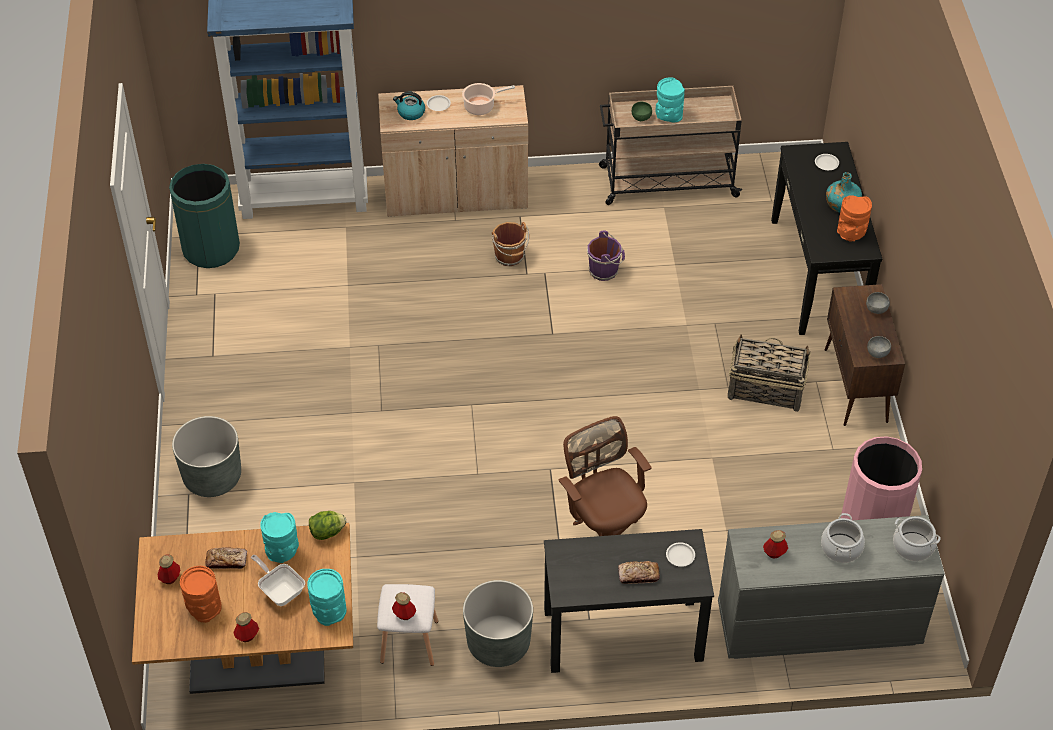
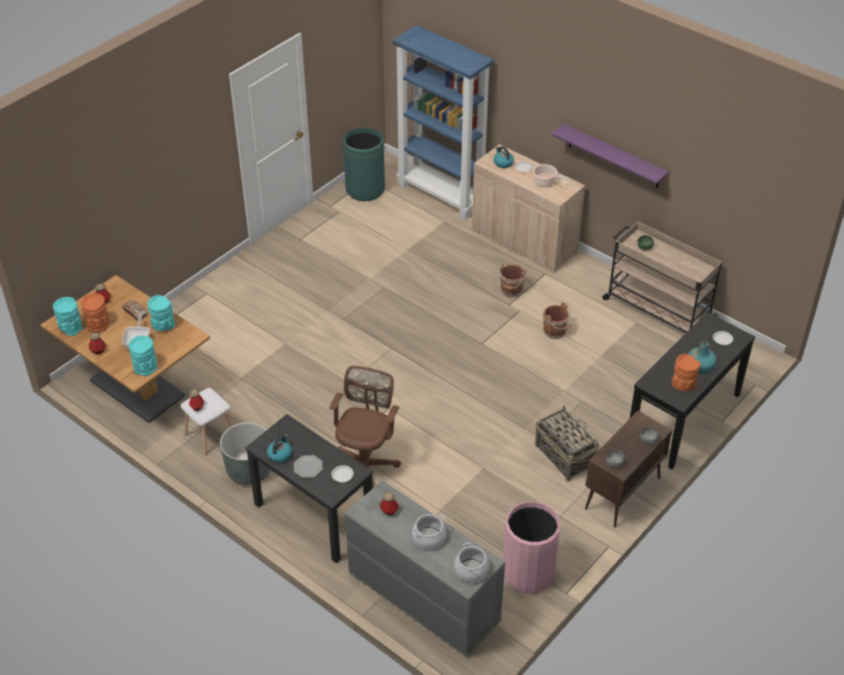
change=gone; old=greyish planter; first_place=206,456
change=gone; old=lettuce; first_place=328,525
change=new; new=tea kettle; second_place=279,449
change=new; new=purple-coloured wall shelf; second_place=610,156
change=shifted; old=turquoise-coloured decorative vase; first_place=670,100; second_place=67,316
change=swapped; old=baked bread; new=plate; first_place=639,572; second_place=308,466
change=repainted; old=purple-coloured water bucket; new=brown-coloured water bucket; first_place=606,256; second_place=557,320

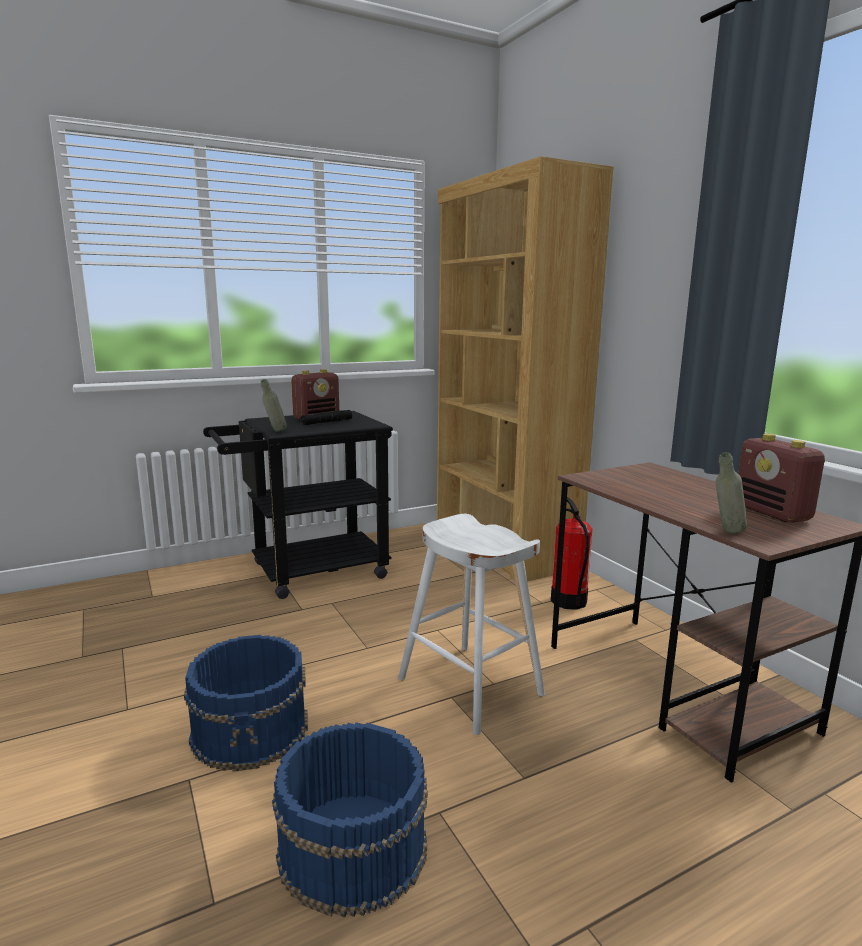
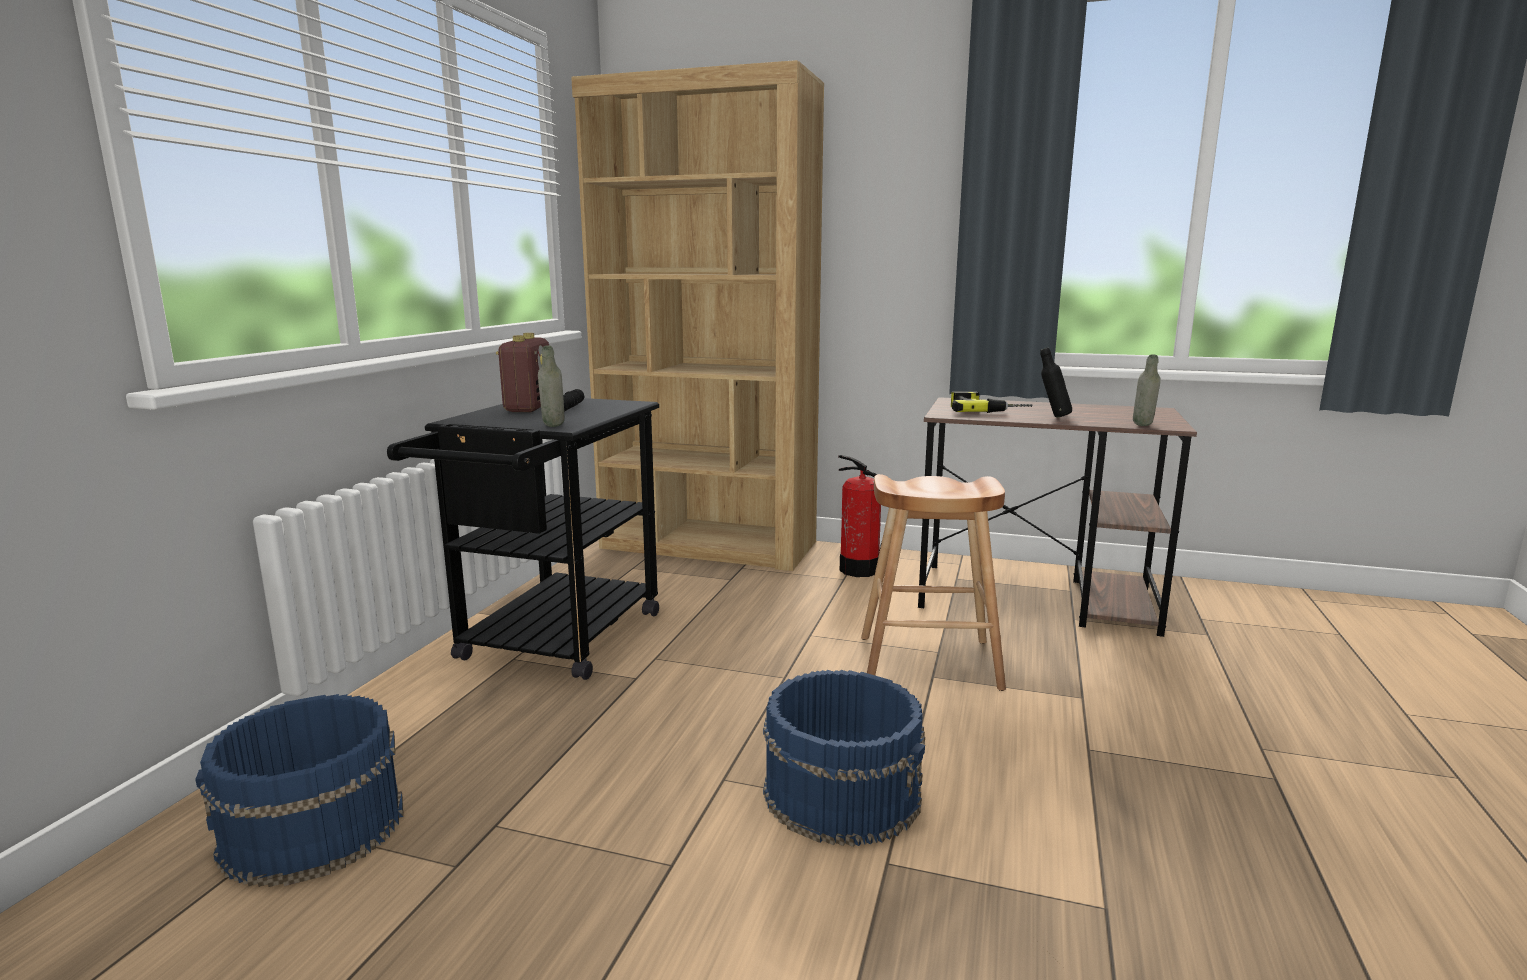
change=gone; old=radio set; first_place=781,478
change=new; new=power drill; second_place=992,402
change=new; new=black drink bottle; second_place=1056,382
change=shifted; old=blue-coloured water bucket; first_place=350,820; second_place=299,790
change=repainted; old=whitish stool; new=brown-coloured stool; first_place=471,624; second_place=933,582

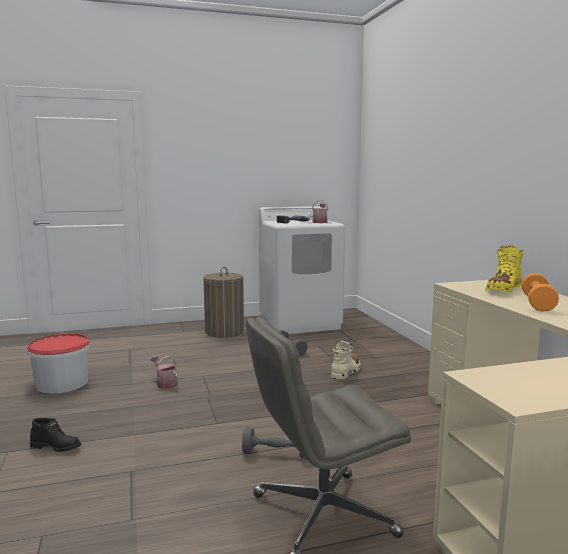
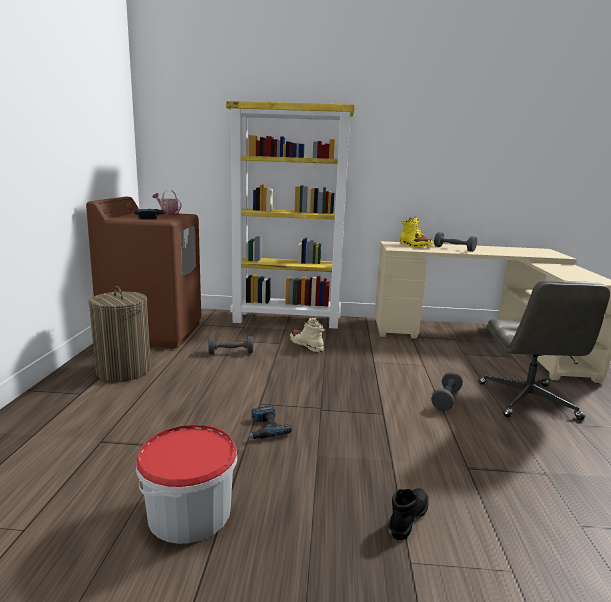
change=new; new=yellowish shelving unit; second_place=290,215
change=swapped; old=watering pot; new=power drill; first_place=164,372; second_place=269,422
change=repainted; old=whitish laundry machine; new=brown-coloured laundry machine; first_place=302,270; second_place=143,273
change=repainted; old=orange hand weight; new=greyish hand weight; first_place=540,292; second_place=455,242

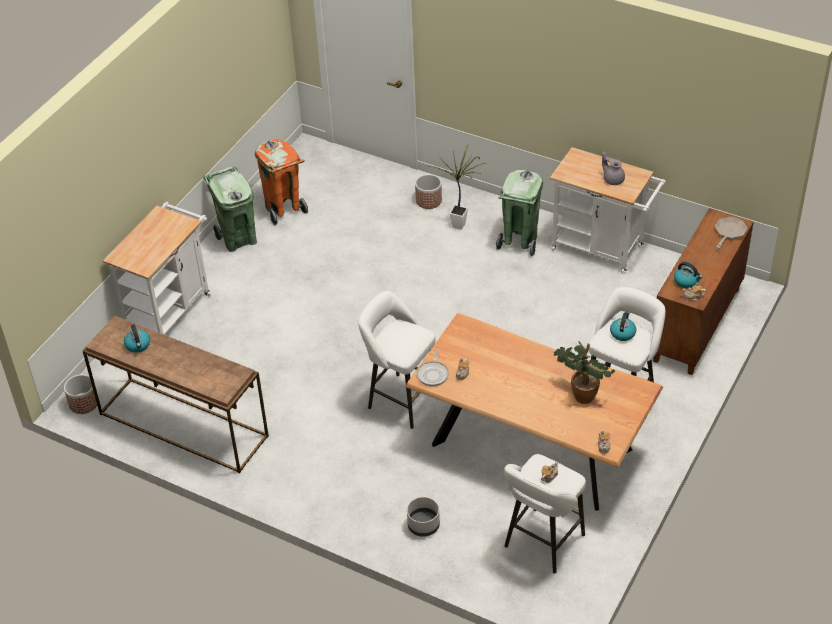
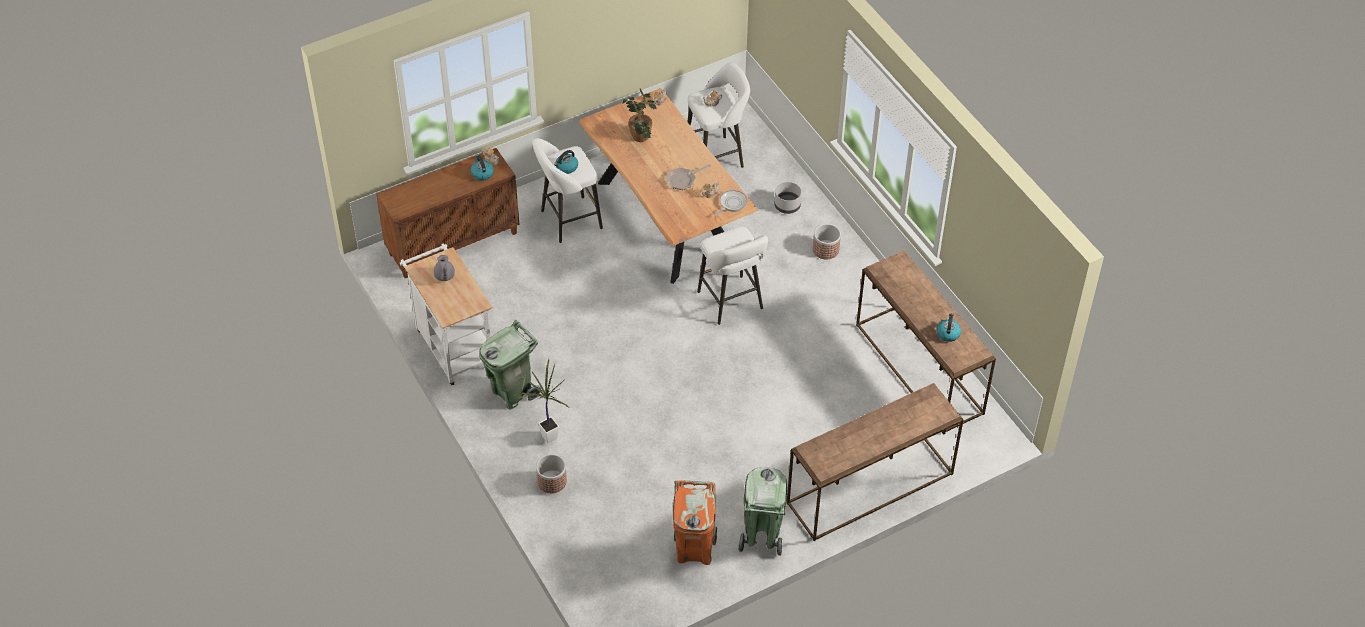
change=shifted; old=planter; first_place=80,394; second_place=827,242
change=shifted; old=frying pan; first_place=731,232; second_place=689,177
change=swapped; old=whitish wheeled cart; new=brown-coloured console table; first_place=157,268; second_place=875,462

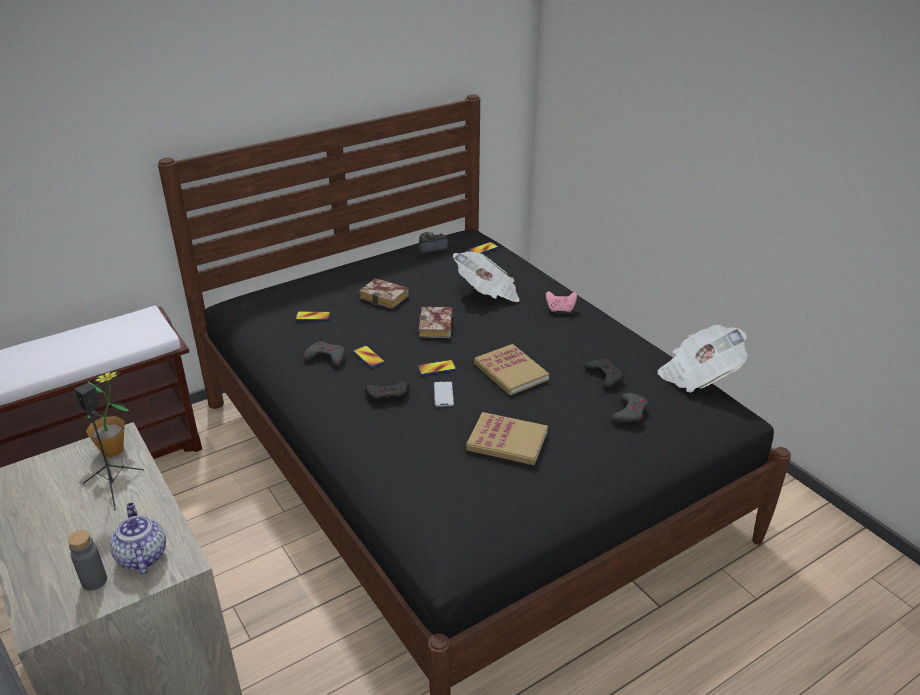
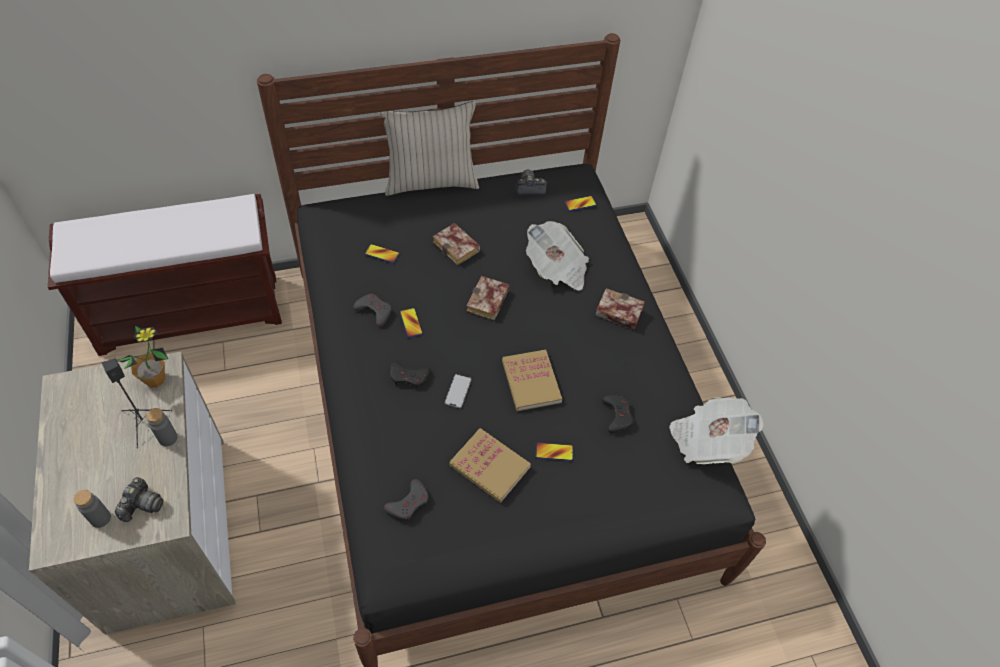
change=new; new=greyish drink bottle; second_place=162,427
change=new; new=beige-coloured pillow; second_place=428,148
change=shifted; old=phone; first_place=436,367; second_place=554,451
change=shifted; old=greyish gamepad; first_place=629,408; second_place=406,499
change=swapped; old=pot for tea; new=still camera; first_place=138,539; second_place=139,499
change=swapped; old=pinkish gamepad; new=book; first_place=561,302; second_place=620,308

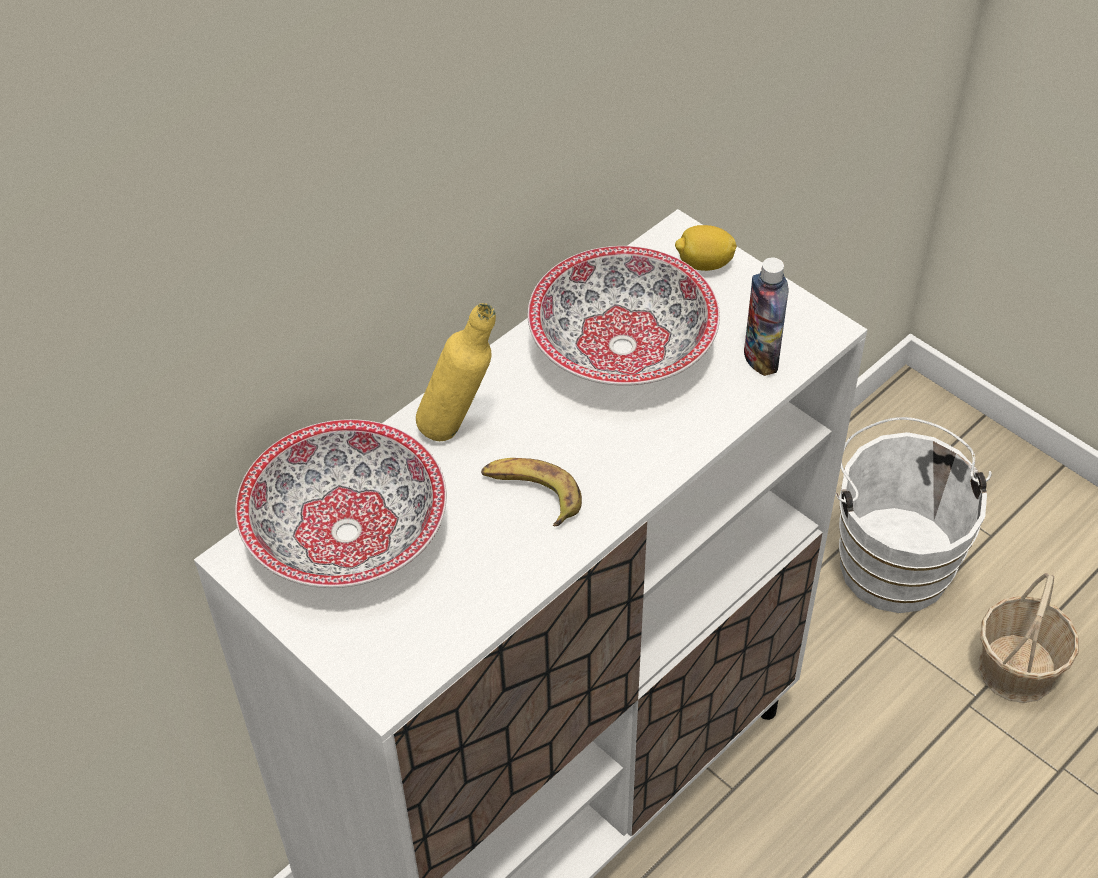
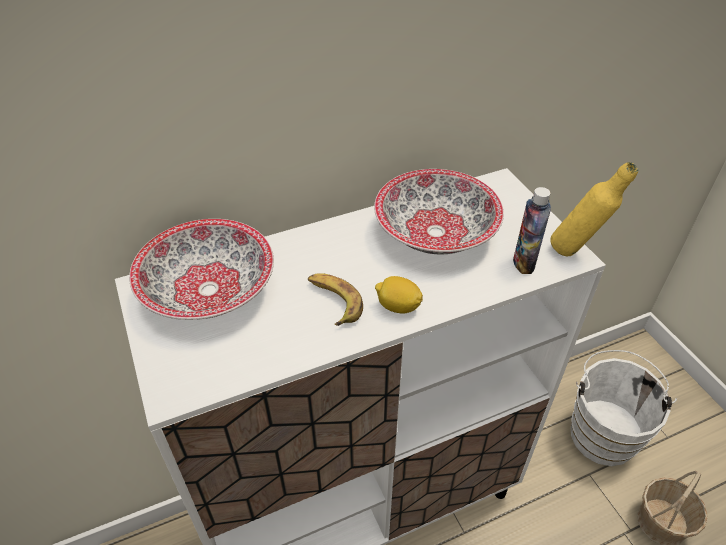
change=shifted; old=yellowish drink bottle; first_place=456,372; second_place=594,209
change=shifted; old=lemon; first_place=706,248; second_place=399,294

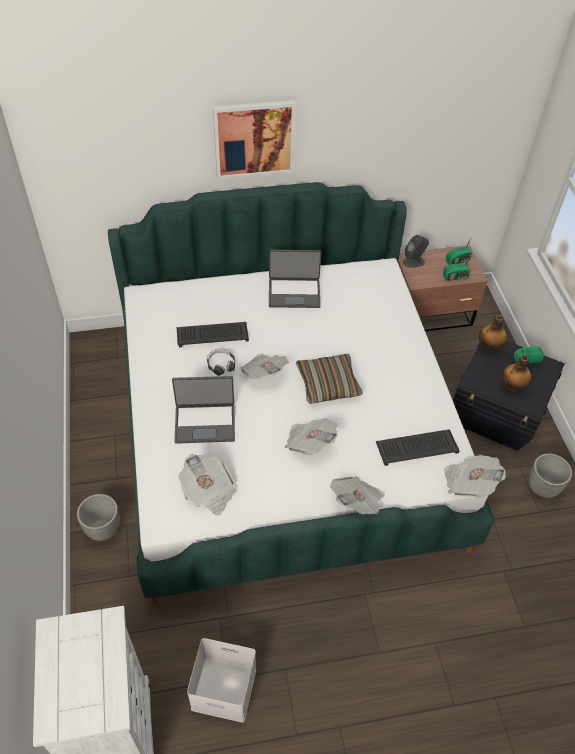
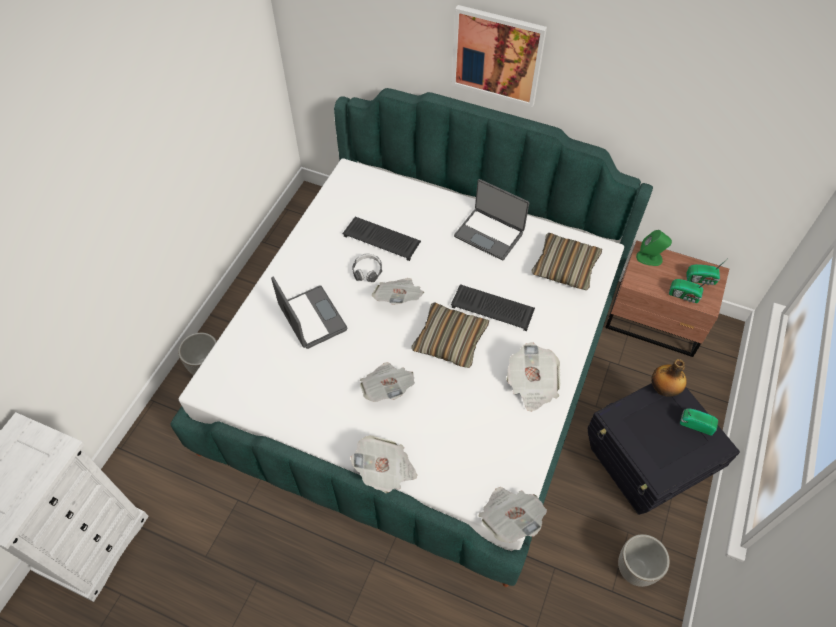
change=gone; old=whitish storage box; first_place=221,680
change=gone; old=drink bottle; first_place=516,374
change=new; new=pillow; second_place=567,261
change=shifted; old=daily paper; first_place=207,484; second_place=533,377
change=shifted; old=keyboard; first_place=418,447; second_place=493,307
change=repainted; old=greyish audio speaker; new=green audio speaker; first_place=416,251; second_place=654,248
change=rotated; old=notebook computer; first_place=203,410; second_place=309,312; degrees=-150

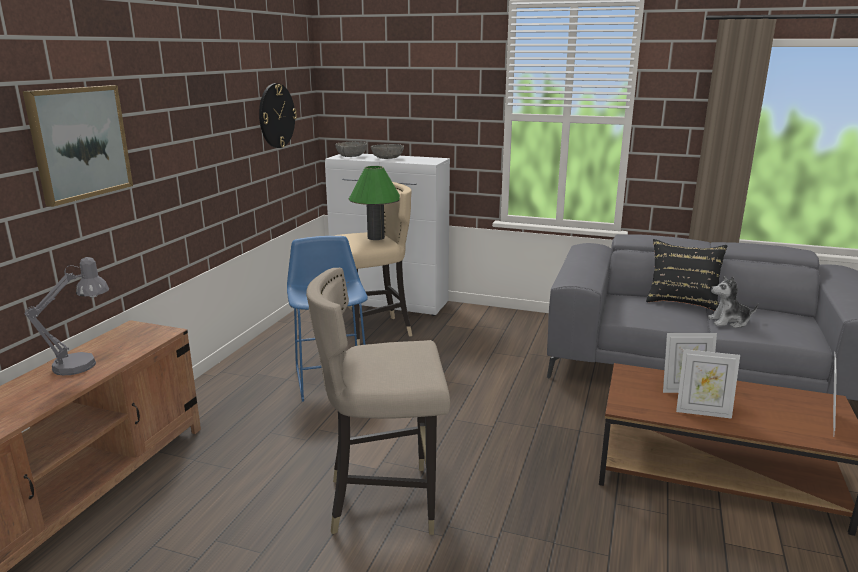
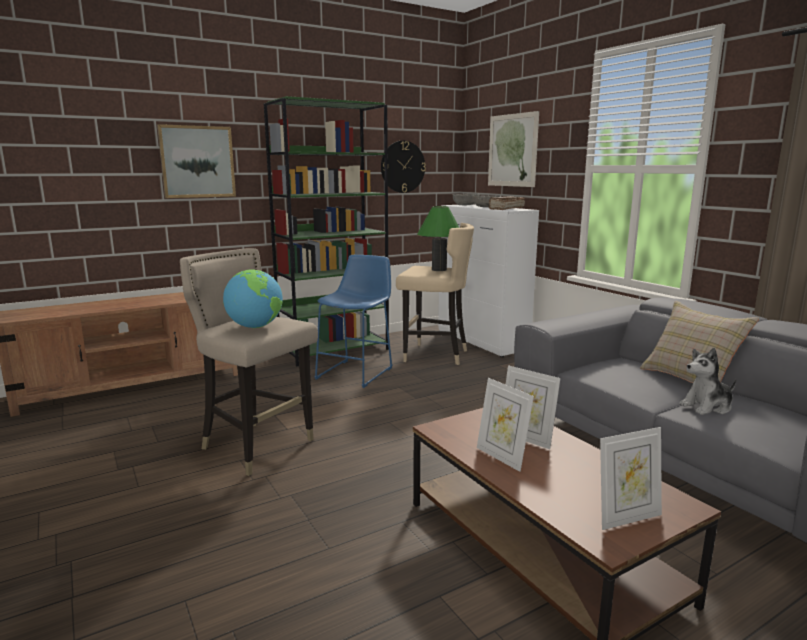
change=gone; old=greyish lamp for a table; first_place=67,316
change=new; new=desk globe; second_place=253,298
change=new; new=green shelving unit; second_place=326,231
change=new; new=wall art; second_place=513,149
change=new; new=brown-coloured book; second_place=507,203
change=repainted; old=black pillow; new=beige-coloured pillow; first_place=687,275; second_place=699,342
change=rotated; old=soft toy; first_place=733,302; second_place=707,381; degrees=-60

